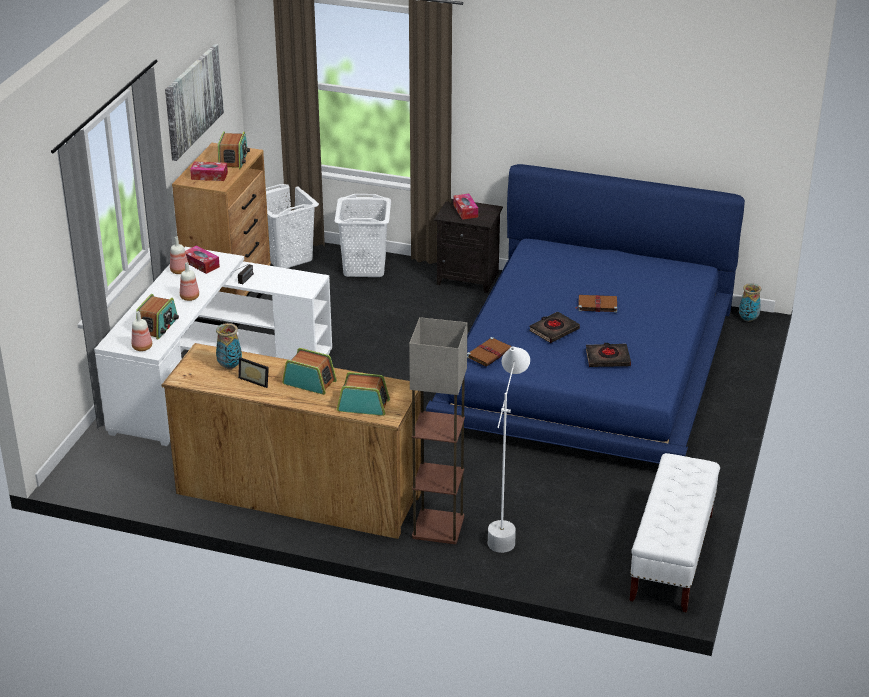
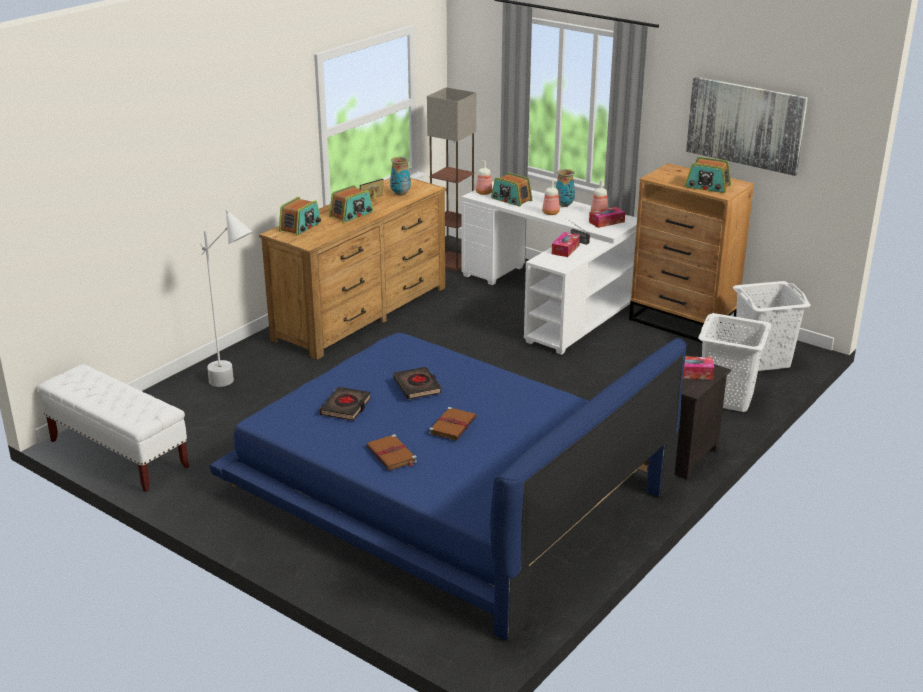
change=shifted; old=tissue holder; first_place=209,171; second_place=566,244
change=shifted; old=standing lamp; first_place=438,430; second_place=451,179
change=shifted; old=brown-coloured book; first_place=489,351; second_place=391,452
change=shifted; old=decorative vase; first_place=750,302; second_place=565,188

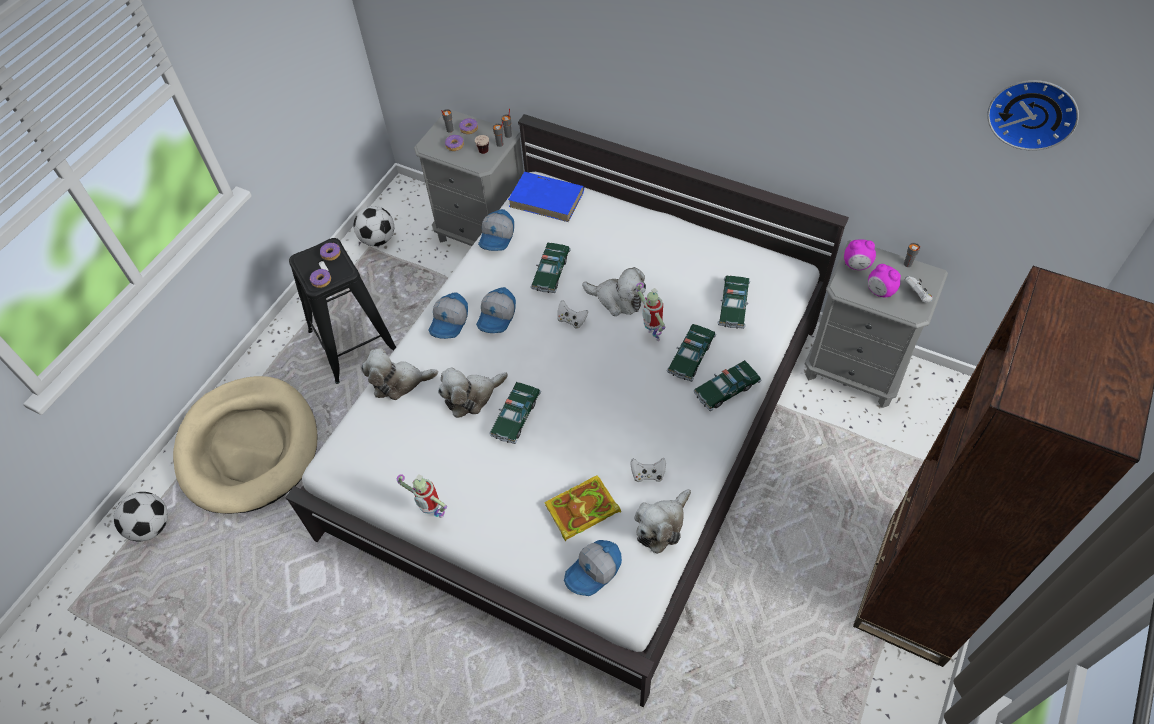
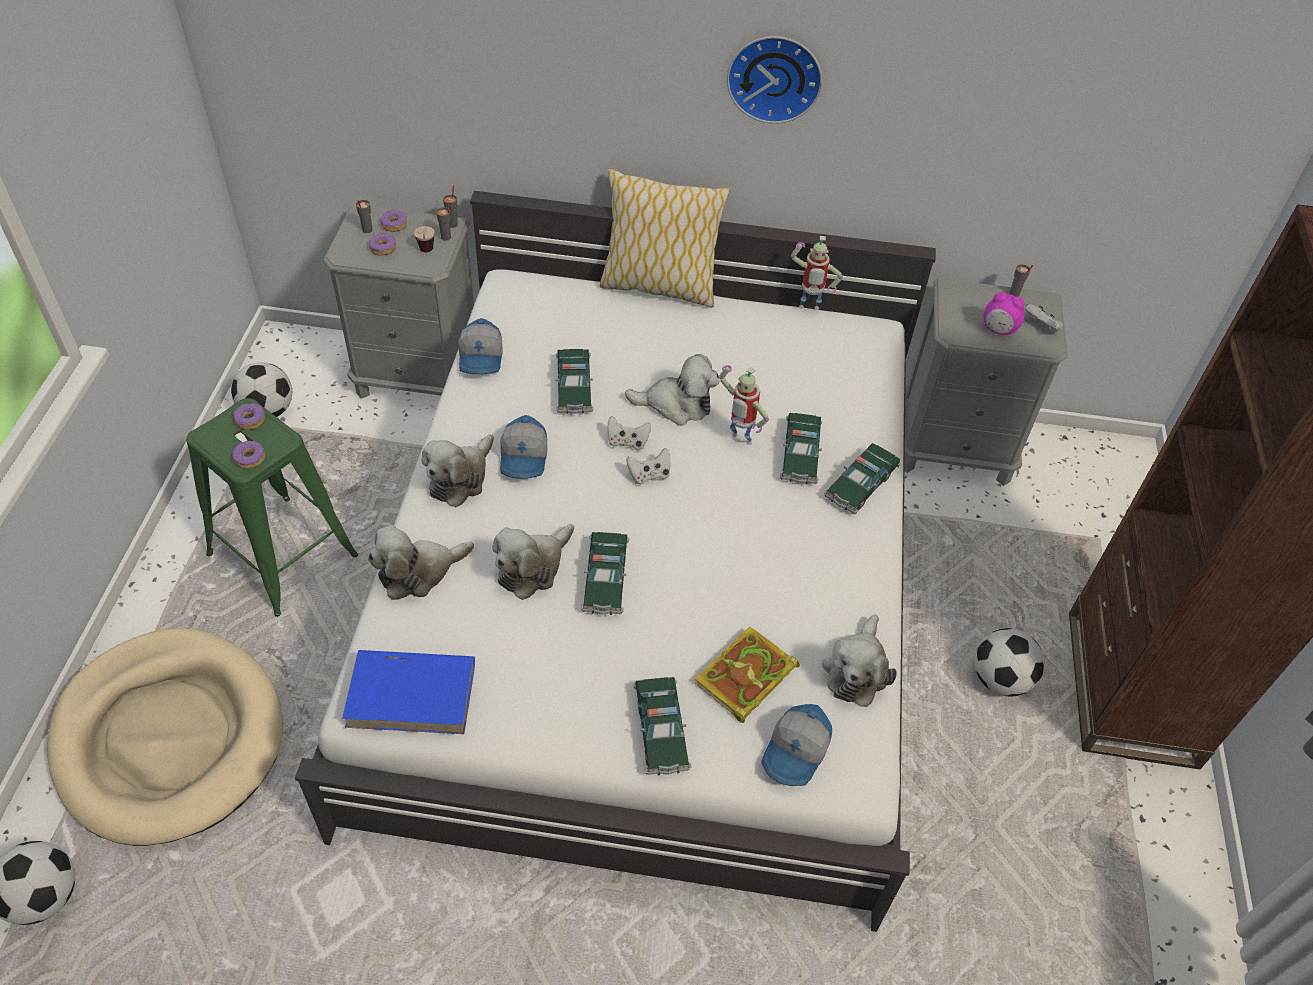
change=gone; old=alarm clock; first_place=860,254
change=new; new=pillow; second_place=665,238
change=new; new=football ball; second_place=1009,662
change=shifted; old=model robot; first_place=422,496; second_place=817,273
change=shifted; old=blue-coloured book; first_place=546,197; second_place=408,692
change=shifted; old=whitish gamepad; first_place=648,470; second_place=648,466
change=shifted; old=toy car; first_place=734,302; second_place=662,726
change=shifted; old=hanging clock; first_place=1033,115; second_place=774,80
change=swapped; old=cap; new=soft toy; first_place=448,315; second_place=457,470
change=repainted; old=black stool; new=green stool; first_place=342,311; second_place=272,507

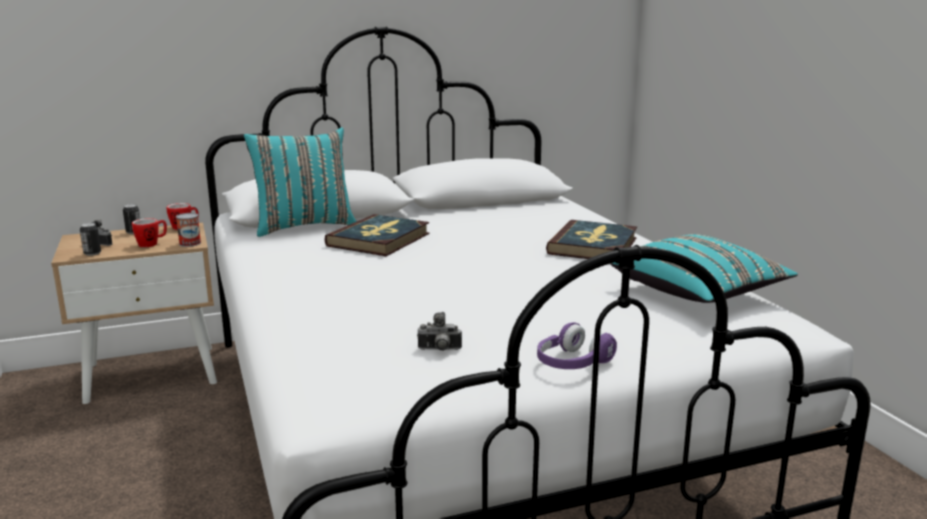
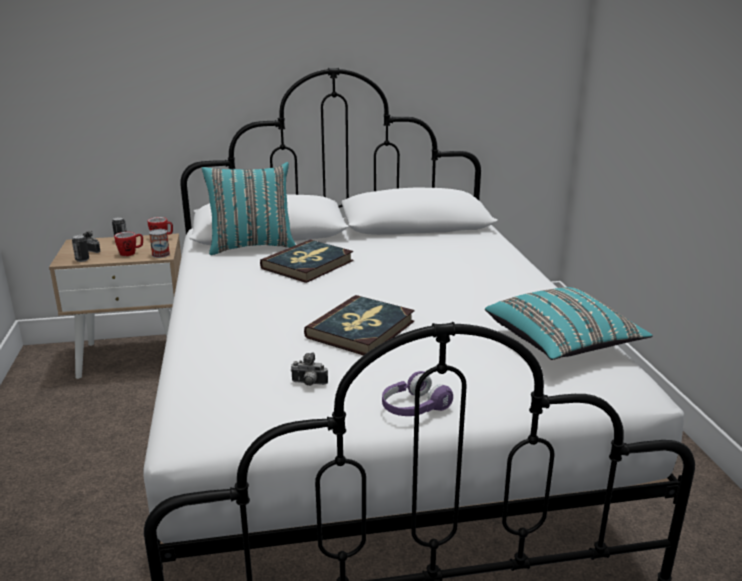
change=shifted; old=book; first_place=591,239; second_place=359,325

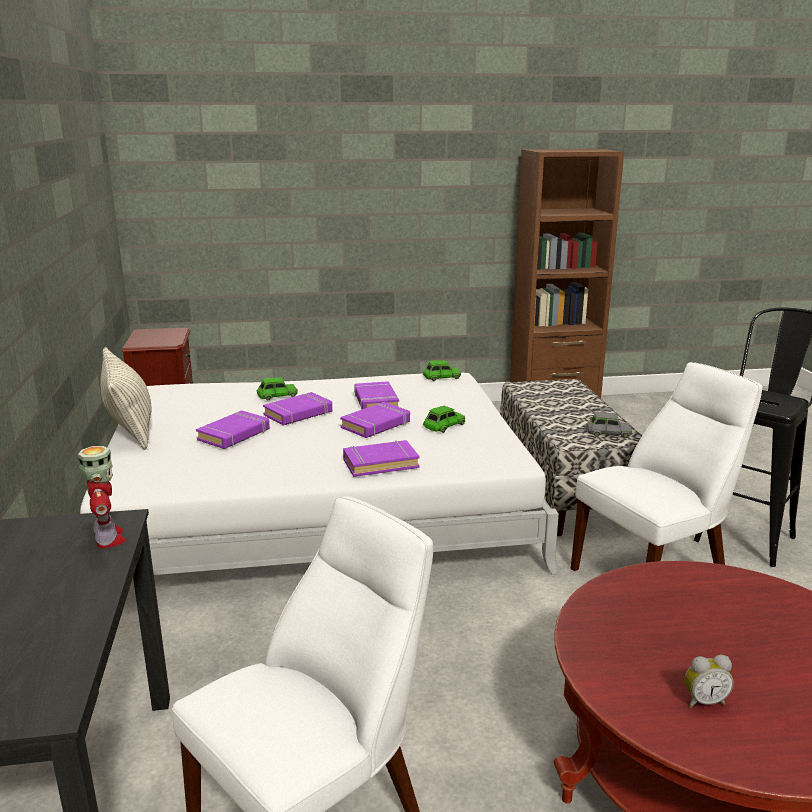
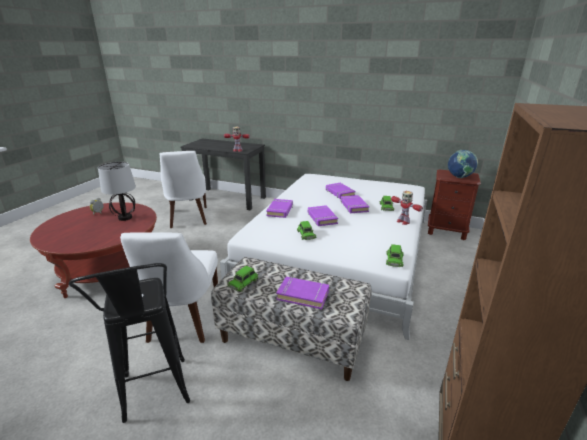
change=gone; old=pillow; first_place=126,398
change=new; new=lamp for a table; second_place=117,191
change=new; new=model robot; second_place=407,208
change=new; new=desk globe; second_place=463,164
change=shifted; old=purple-coloured book; first_place=376,395; second_place=302,293
change=repainted; old=greyish toy car; new=green toy car; first_place=609,425; second_place=243,279

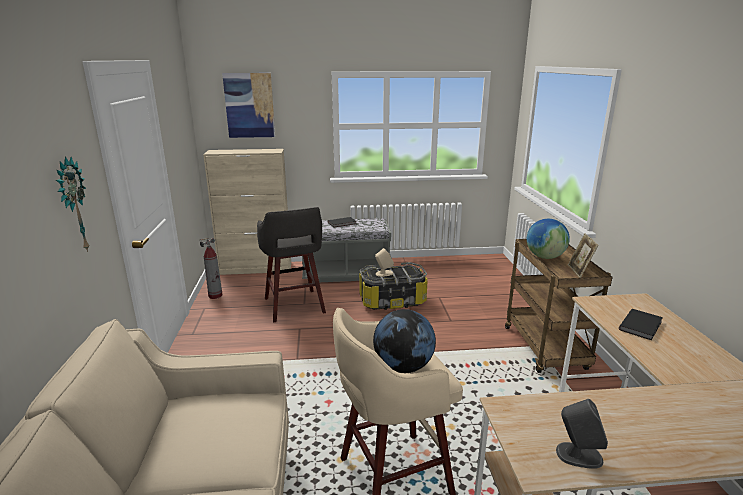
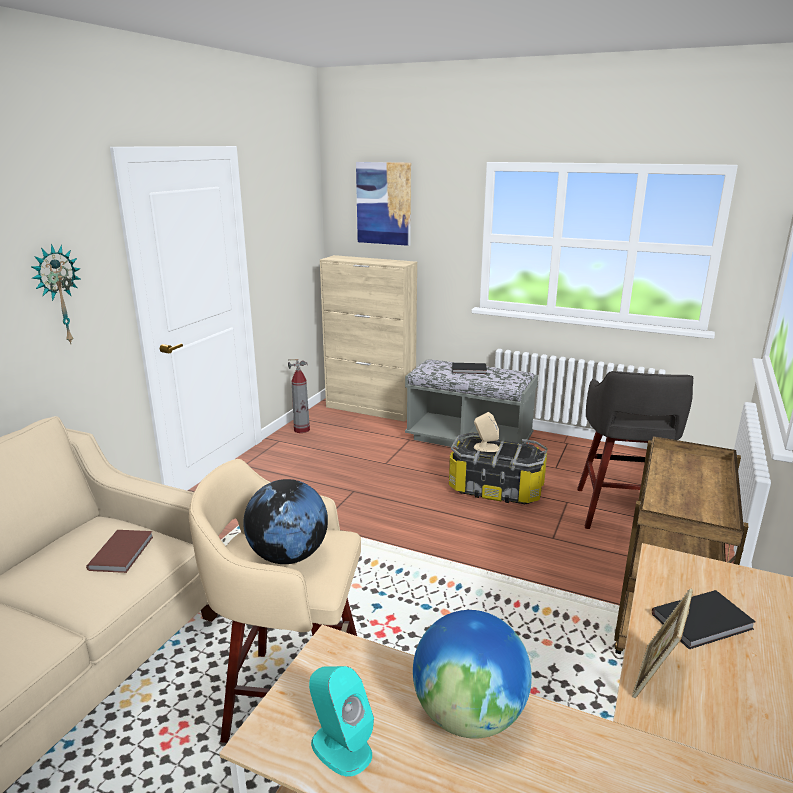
change=new; new=brown-coloured book; second_place=119,551
change=shifted; old=greyish stool; first_place=291,264; second_place=635,450
change=shifted; old=desk globe; first_place=548,239; second_place=472,674
change=shifted; old=photo frame; first_place=583,255; second_place=662,643
change=repainted; old=greyish audio speaker; new=turquoise-coloured audio speaker; first_place=582,434; second_place=341,721

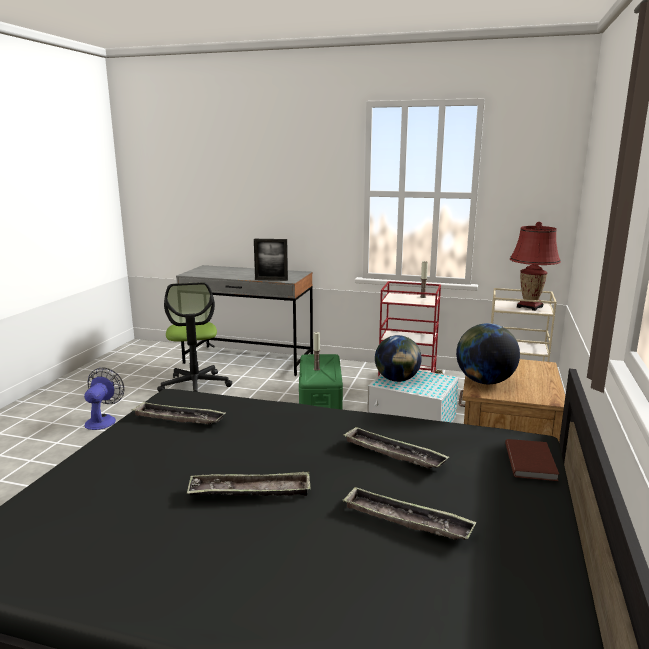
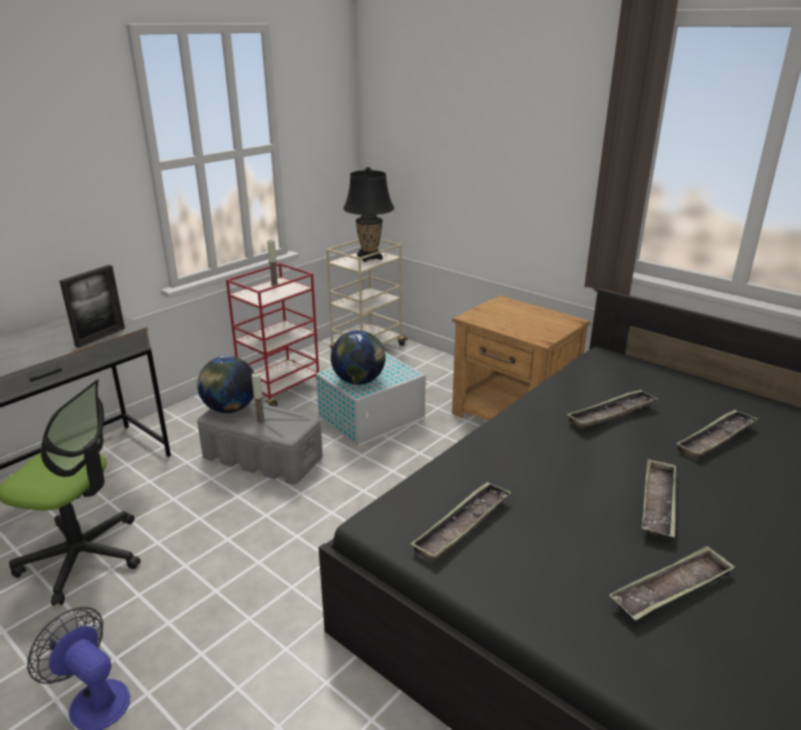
change=gone; old=brown-coloured book; first_place=532,460
change=new; new=carrying tray; second_place=672,583
change=shifted; old=desk globe; first_place=488,353; second_place=225,384
change=repainted; old=green storage box; new=greyish storage box; first_place=321,382; second_place=260,442
change=repainted; old=reddish lamp for a table; new=black lamp for a table; first_place=535,266; second_place=368,214

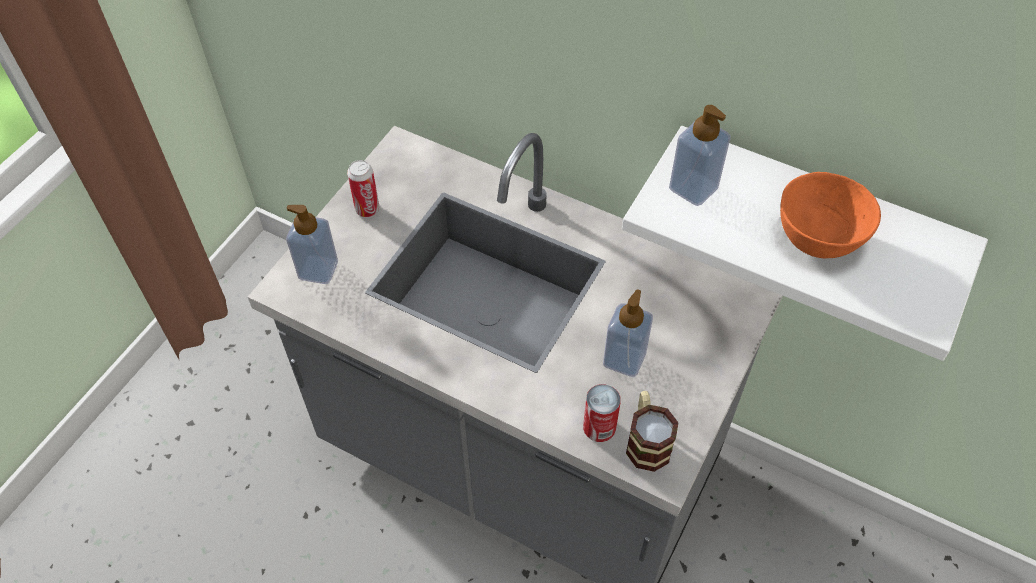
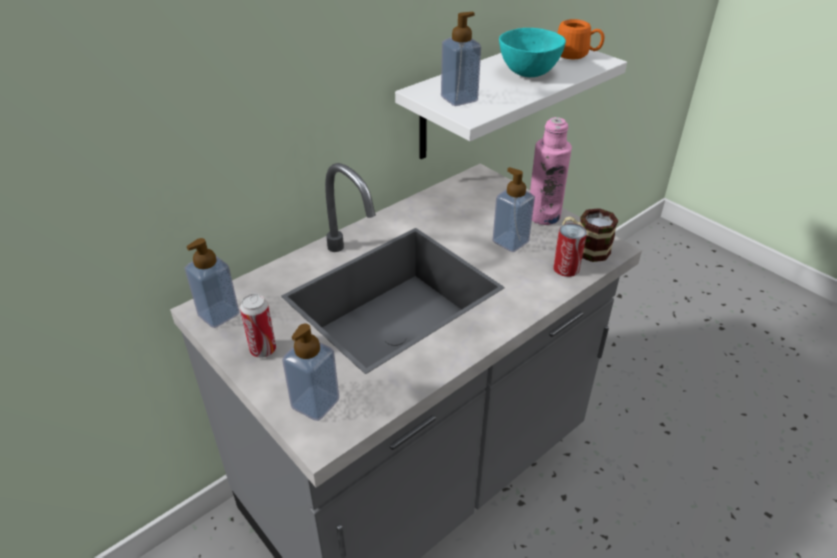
change=new; new=liquid soap bottle; second_place=212,283
change=new; new=pinkish drink bottle; second_place=551,171
change=new; new=orange mug; second_place=581,39
change=repainted; old=orange bowl; new=turquoise-coloured bowl; first_place=830,215; second_place=532,52

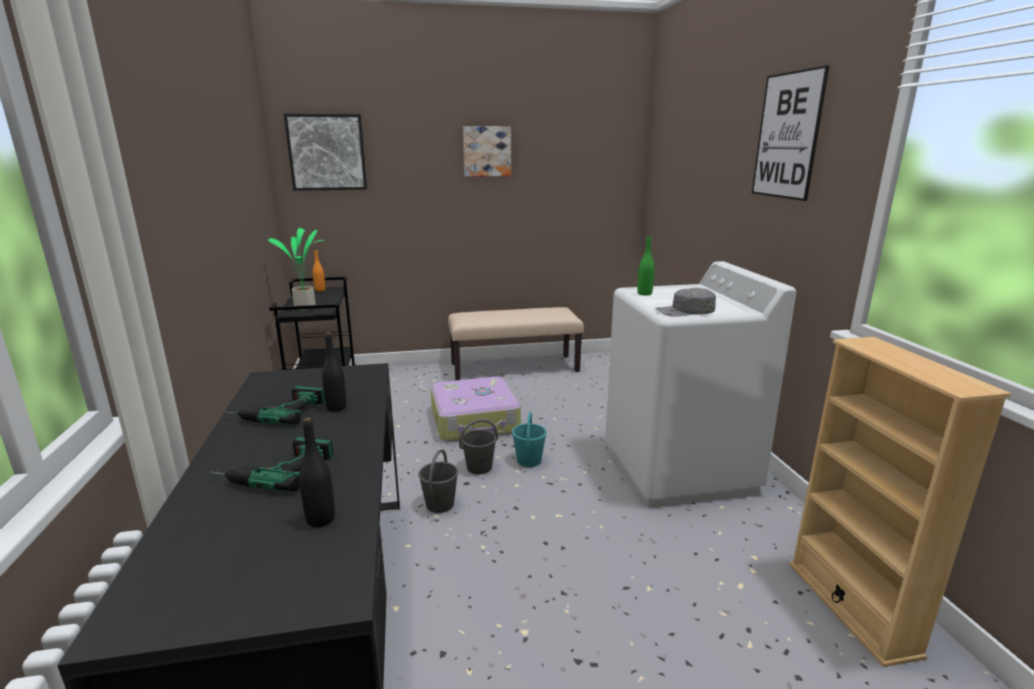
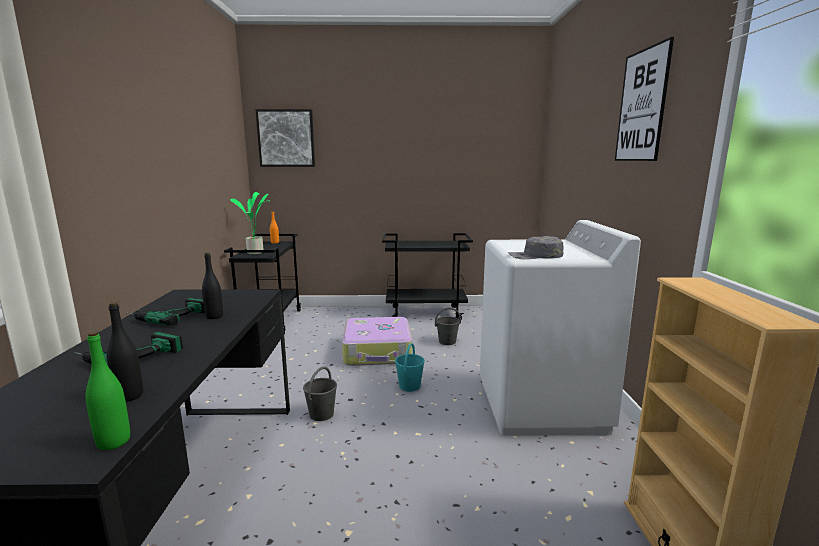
change=gone; old=wall art; first_place=487,151
change=shifted; old=greyish water bucket; first_place=478,446; second_place=448,326
change=shifted; old=green drink bottle; first_place=645,265; second_place=107,390
change=swapped; old=beige-coloured indoor bench; new=black wheeled cart; first_place=516,343; second_place=427,276

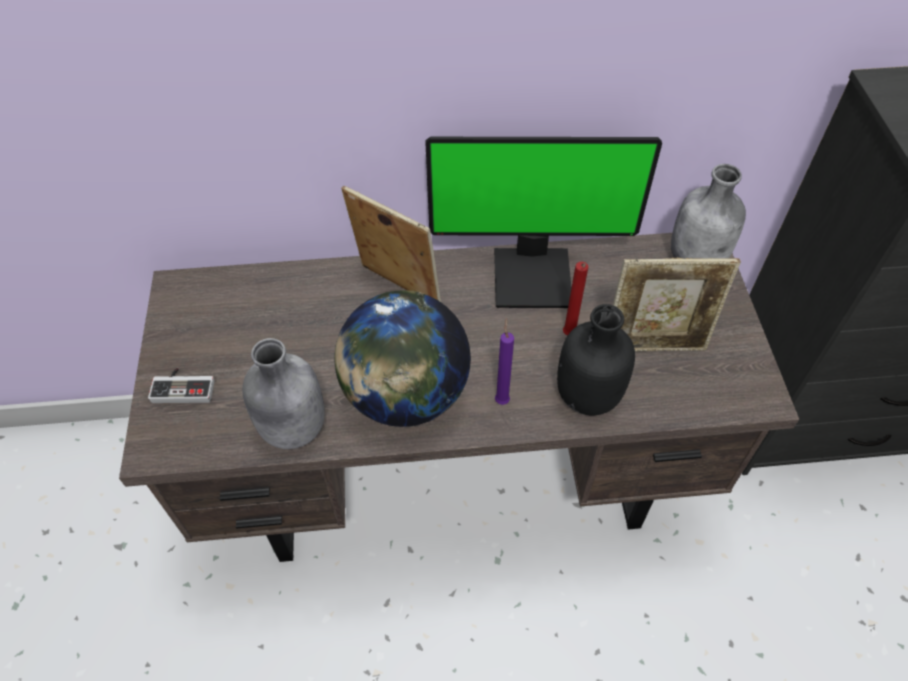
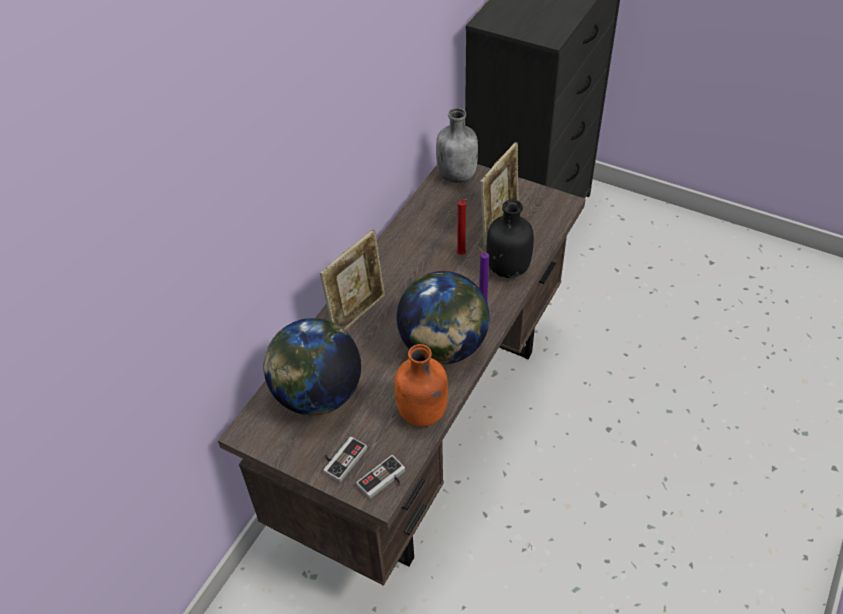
change=gone; old=computer screen; first_place=544,222
change=new; new=desk globe; second_place=312,366
change=new; new=gamepad; second_place=380,477
change=repainted; old=greyish drink bottle; new=orange drink bottle; first_place=283,393; second_place=421,385
change=rotated; old=photo frame; first_place=391,244; second_place=352,280; degrees=150

